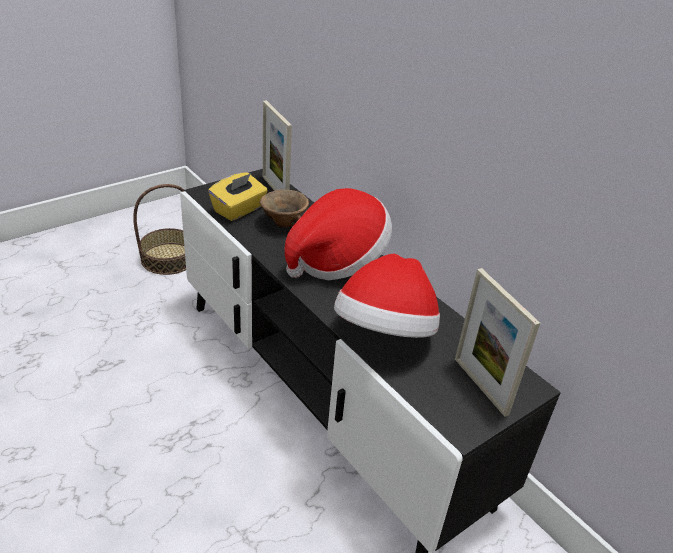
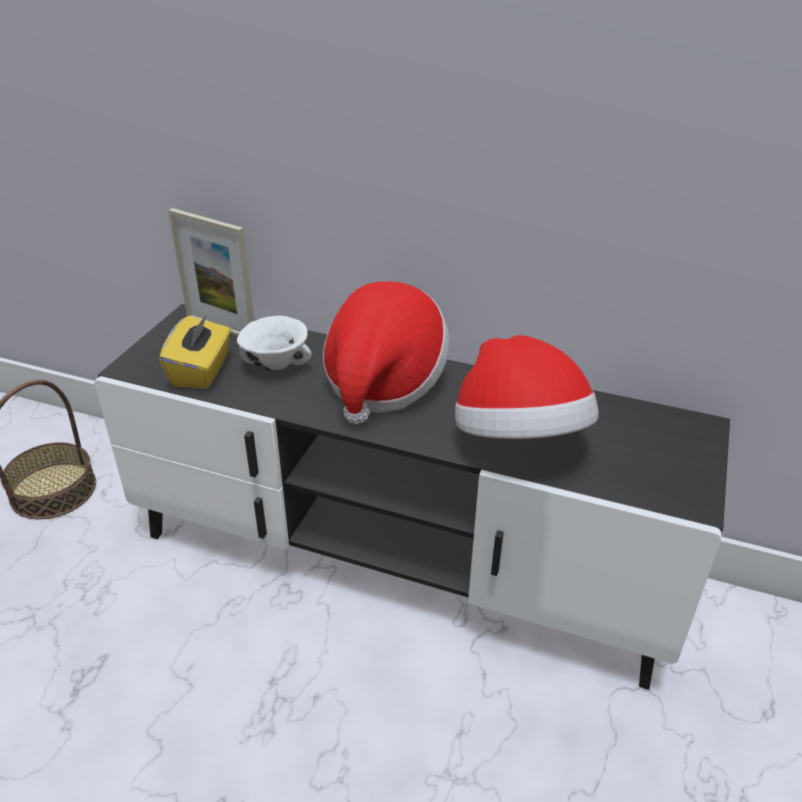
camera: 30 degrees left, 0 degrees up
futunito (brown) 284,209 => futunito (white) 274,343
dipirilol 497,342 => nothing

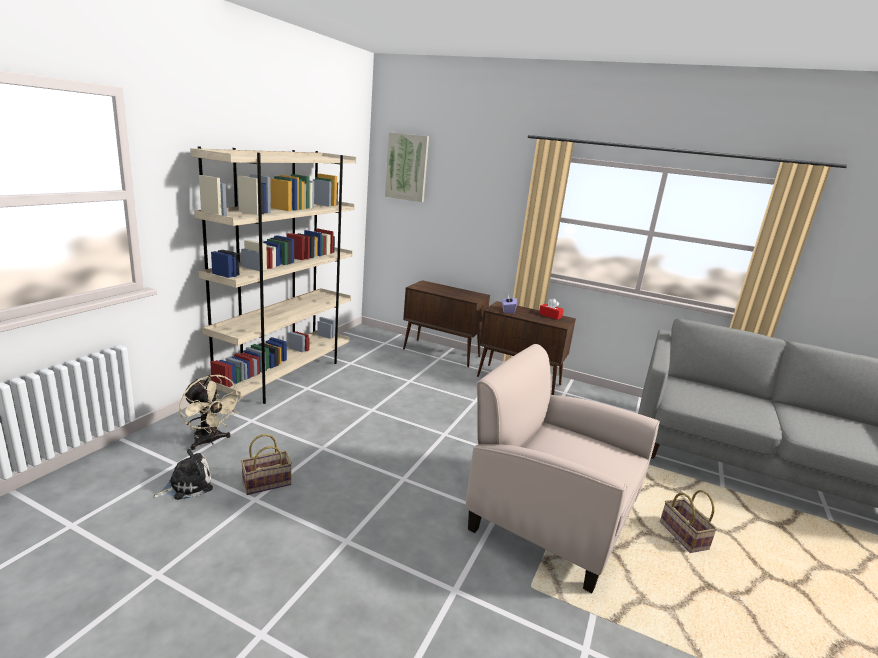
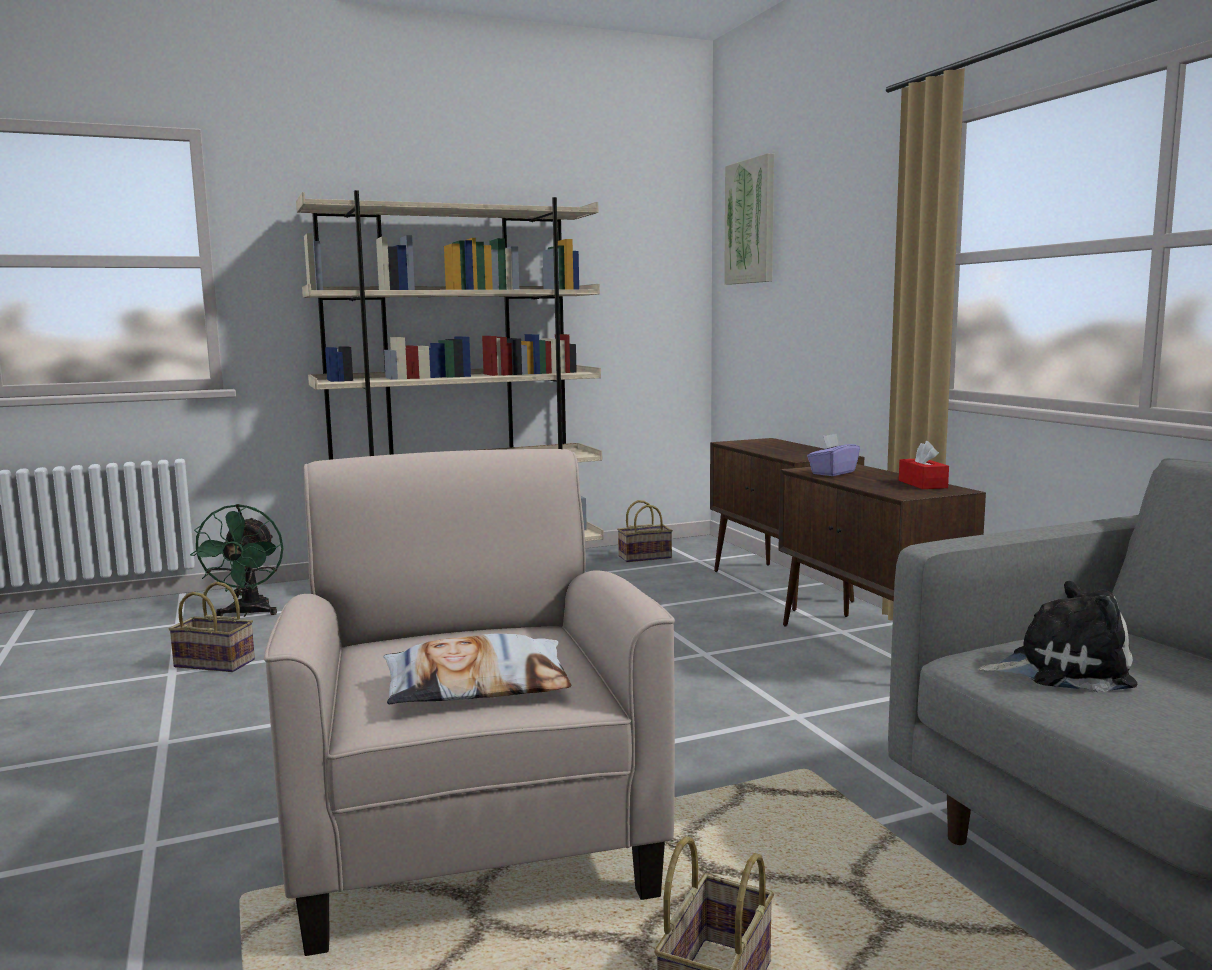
camera: 45 degrees right, 10 degrees down
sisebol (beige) 211,412 => sisebol (green) 237,560
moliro 183,474 => moliro 1058,636, move
nothing => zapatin 645,531
nothing => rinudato 477,668

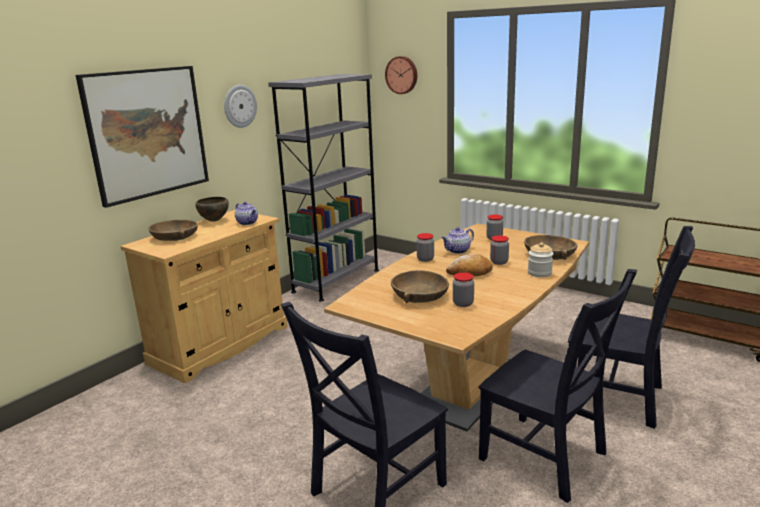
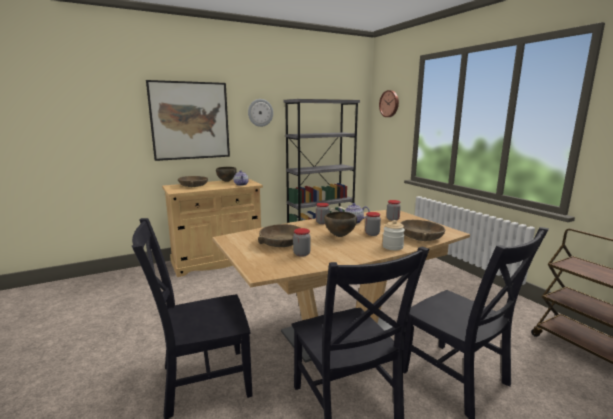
camera: 25 degrees right, 5 degrees down
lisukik 469,265 => futunito (brown) 340,224

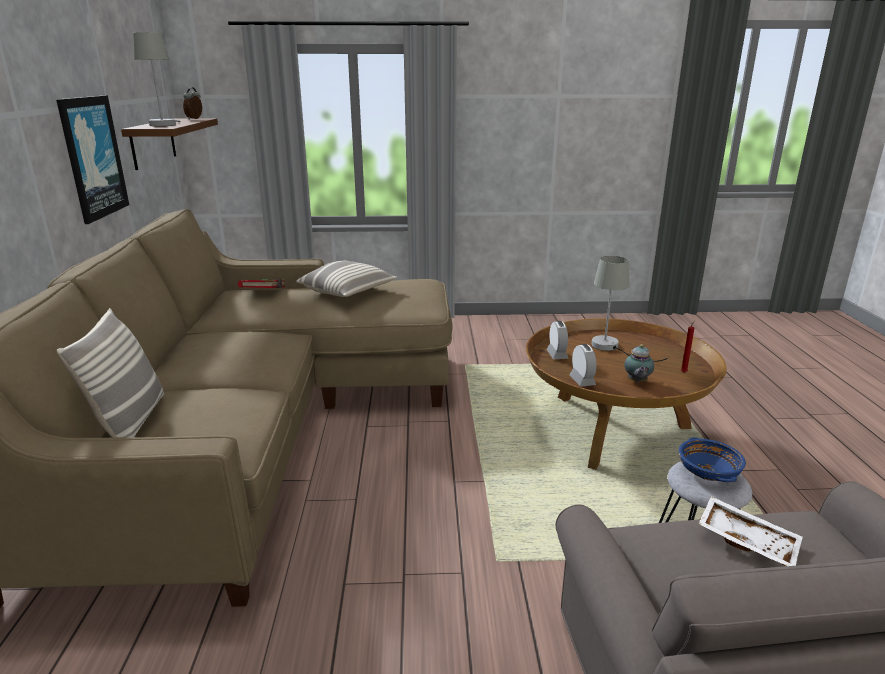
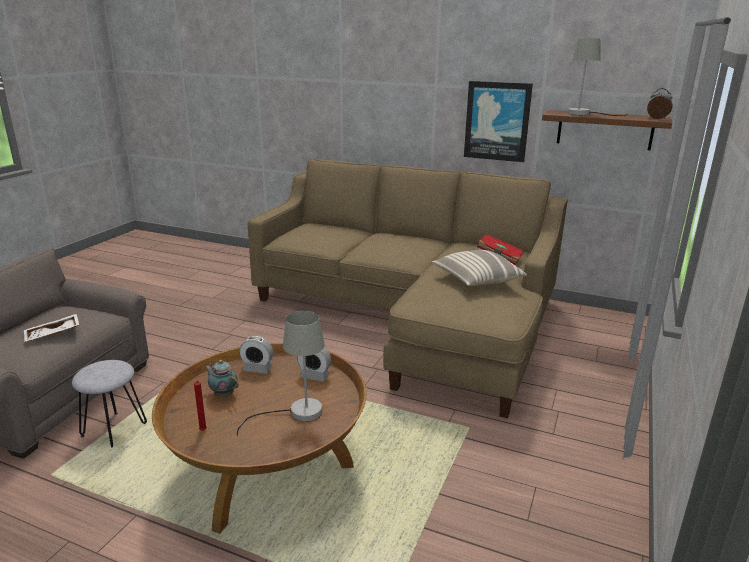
camera: 115 degrees right, 0 degrees up
rinudato 110,373 => nothing
futunito (blue) 712,459 => nothing

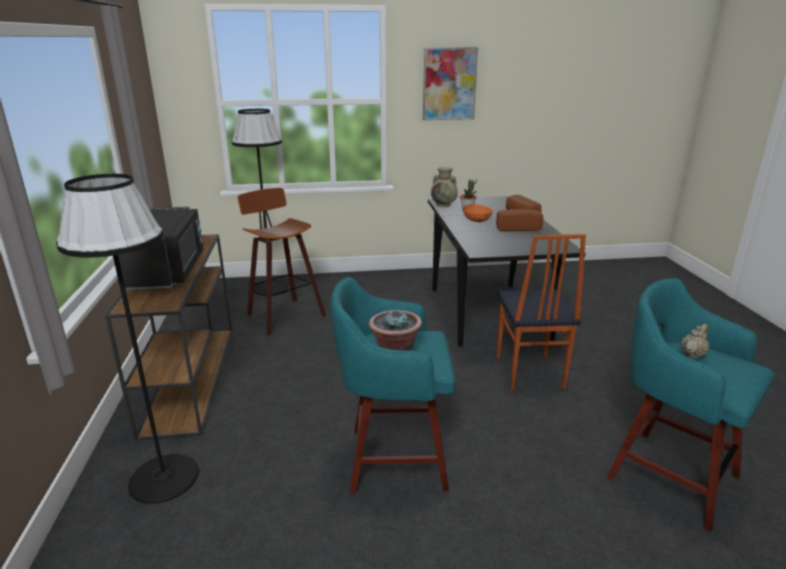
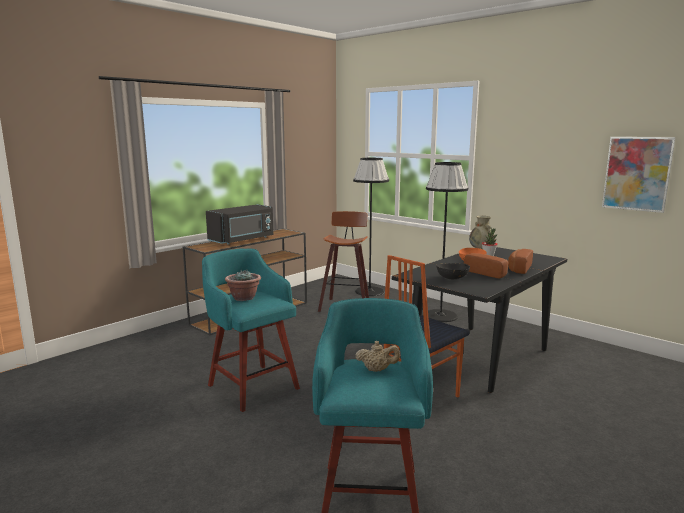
camera: 50 degrees right, 10 degrees down
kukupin 450,83 => kukupin 639,175, move
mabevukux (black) 127,339 => mabevukux (black) 447,242, move
nothing => futunito (black) 453,271

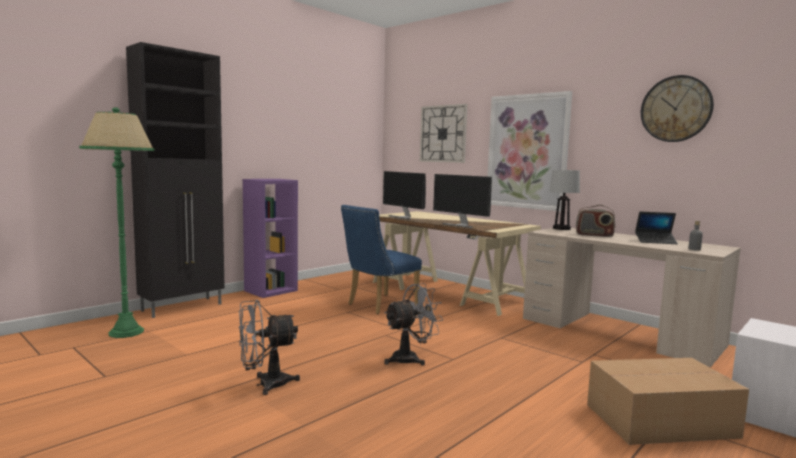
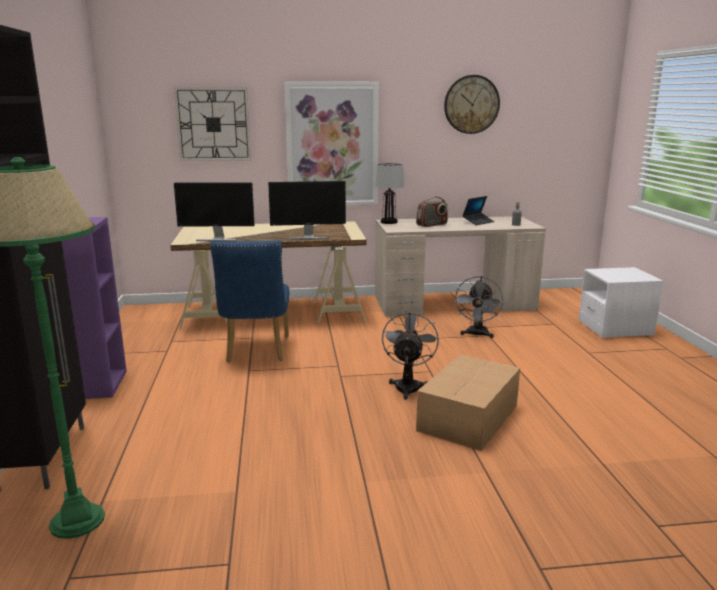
camera: 50 degrees left, 10 degrees up
sisebol (grey) 269,347 => sisebol (grey) 478,307, move
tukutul 668,401 => tukutul 468,402, move

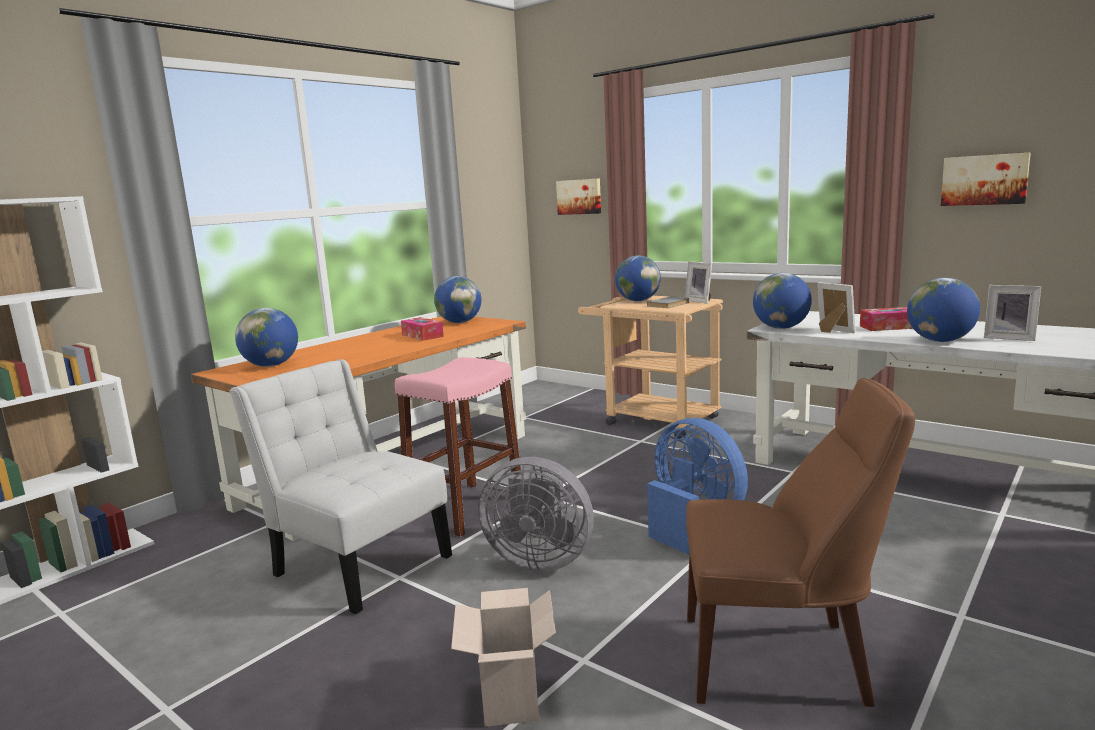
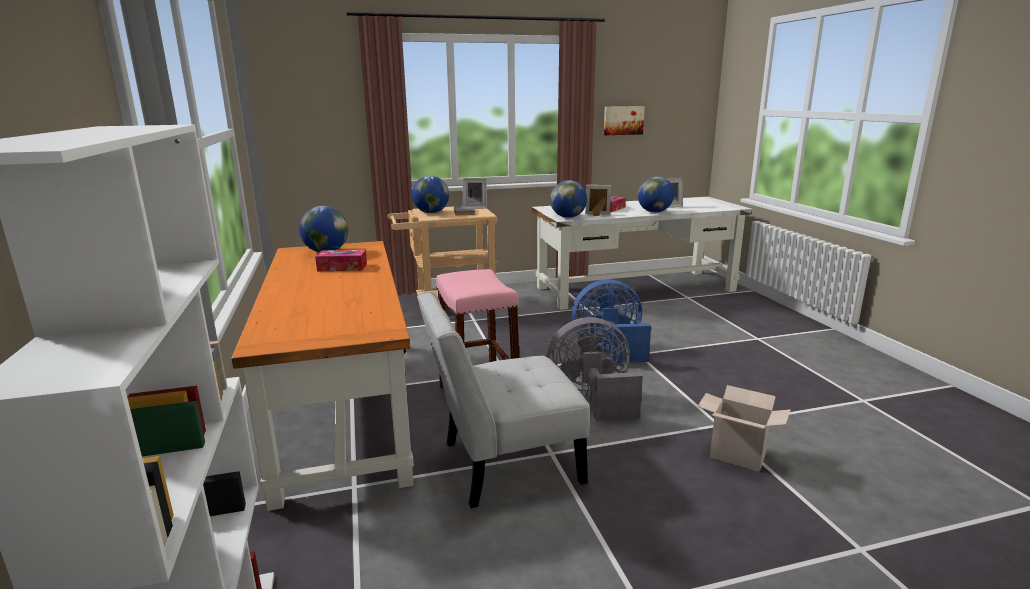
camera: 55 degrees left, 5 degrees up
kukupin 578,196 => nothing
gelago 266,337 => nothing
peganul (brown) 800,542 => nothing
sisebol (grey) 536,514 => sisebol (grey) 594,369, 150 degrees counterclockwise

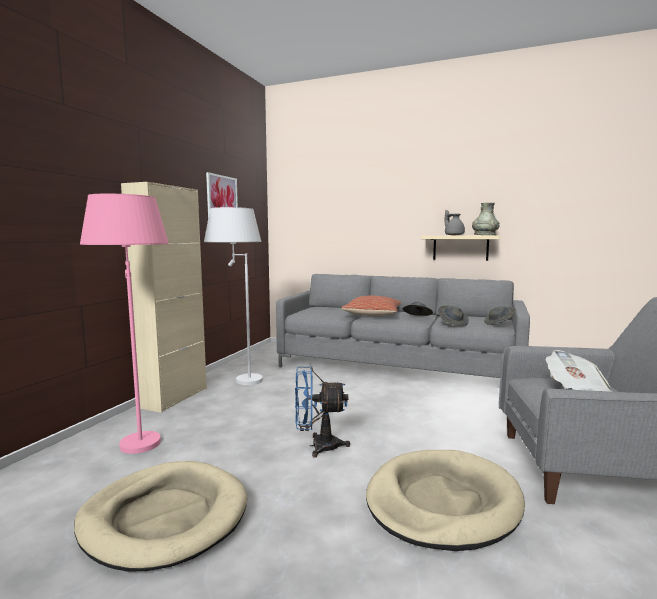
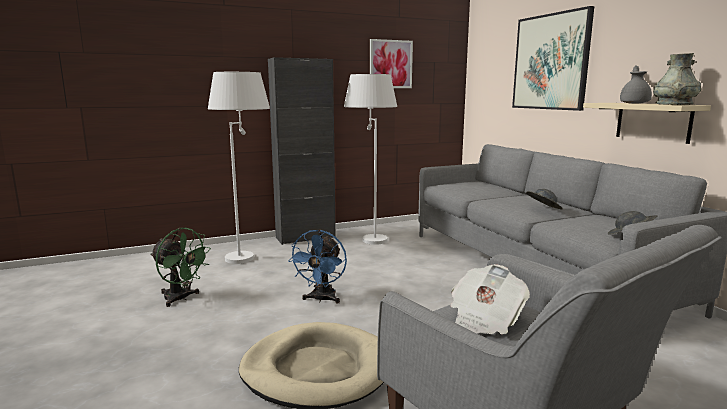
camera: 45 degrees right, 5 degrees up
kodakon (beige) 164,297 => kodakon (black) 302,151
mabevukux (pink) 124,324 => mabevukux (white) 239,168
rinudato 371,306 => nothing
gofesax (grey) 453,315 => nothing
sisebol (blue) 322,411 => sisebol (blue) 317,267, 120 degrees counterclockwise
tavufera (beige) 160,516 => sisebol (green) 180,267
nothing => kukupin 553,58

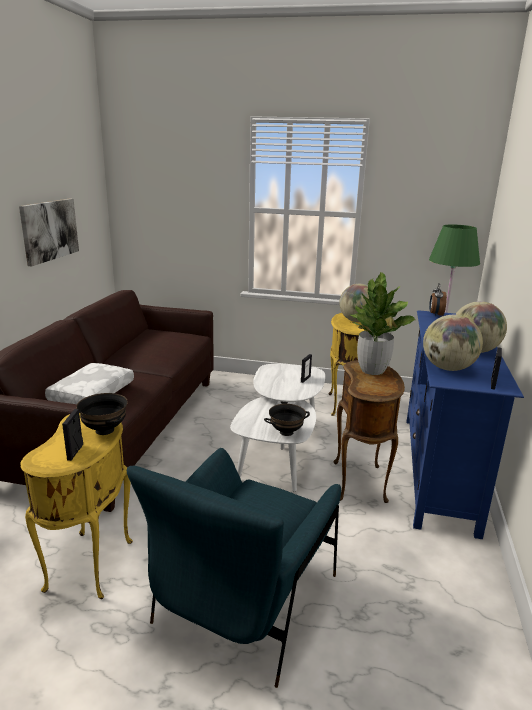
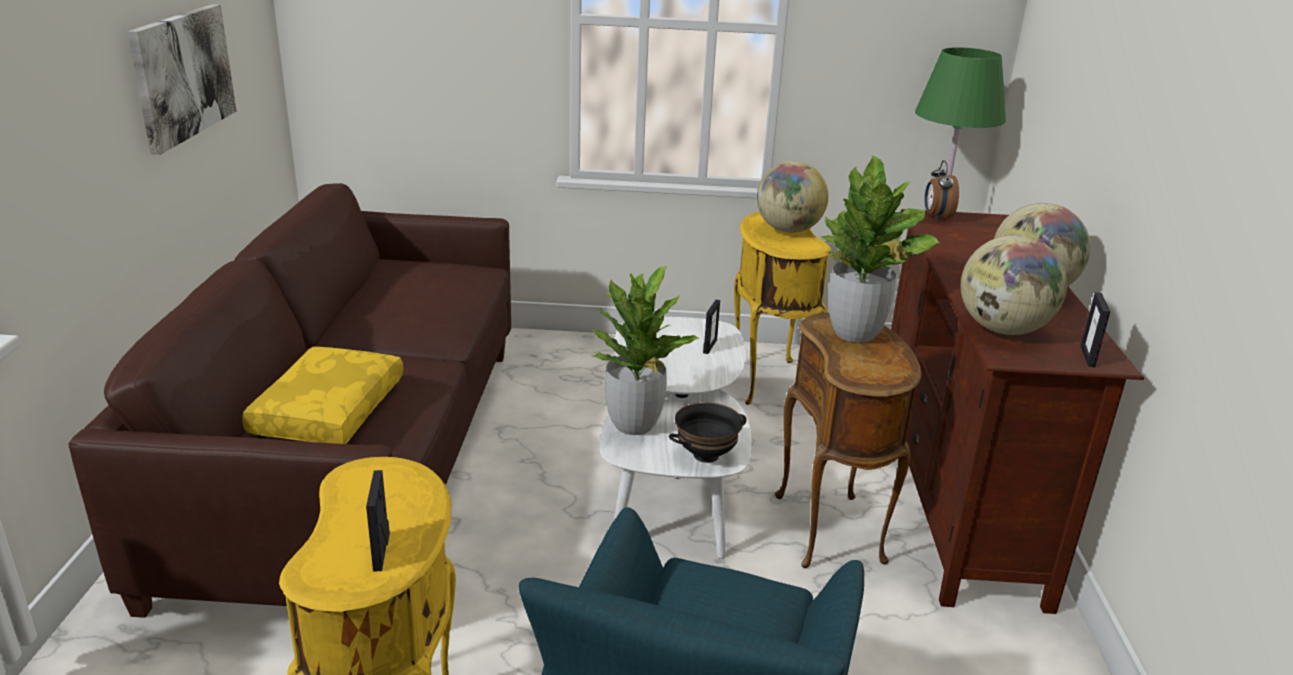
camera: 10 degrees left, 5 degrees up
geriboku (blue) 465,424 => geriboku (brown) 1017,411
rinudato (white) 89,383 => rinudato (yellow) 322,395
futunito (black) 102,414 => nothing
nothing => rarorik 644,350

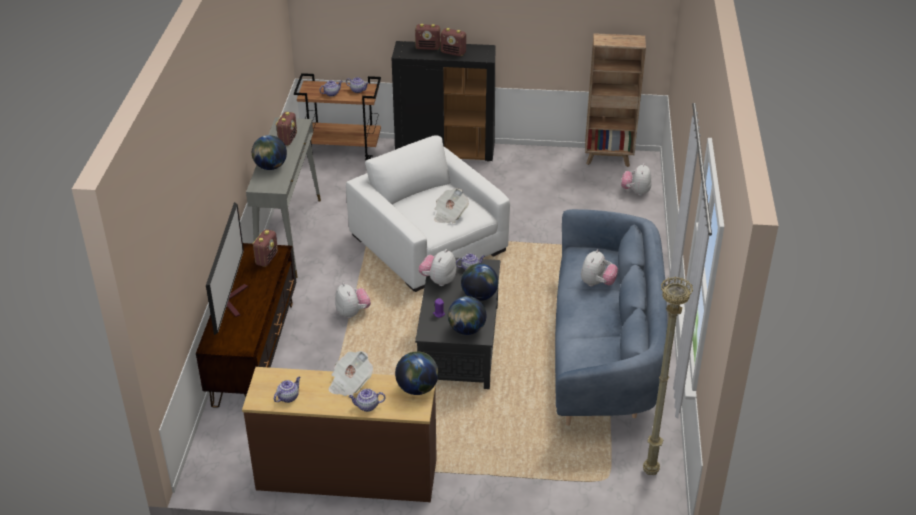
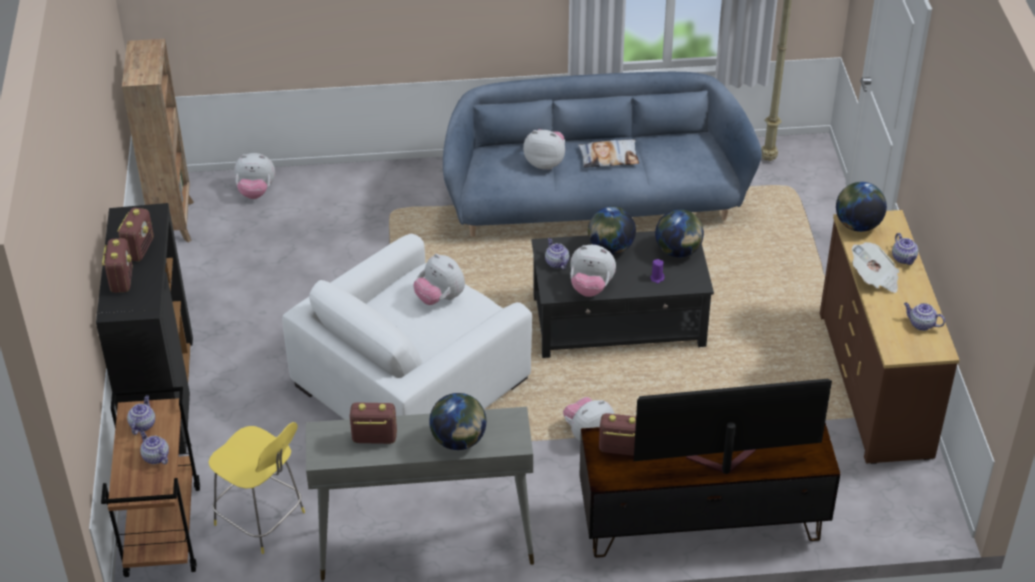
camera: 100 degrees left, 5 degrees up
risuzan 451,205 => moliro 439,279
nothing => rinudato 608,153
nothing => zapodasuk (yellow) 256,488

